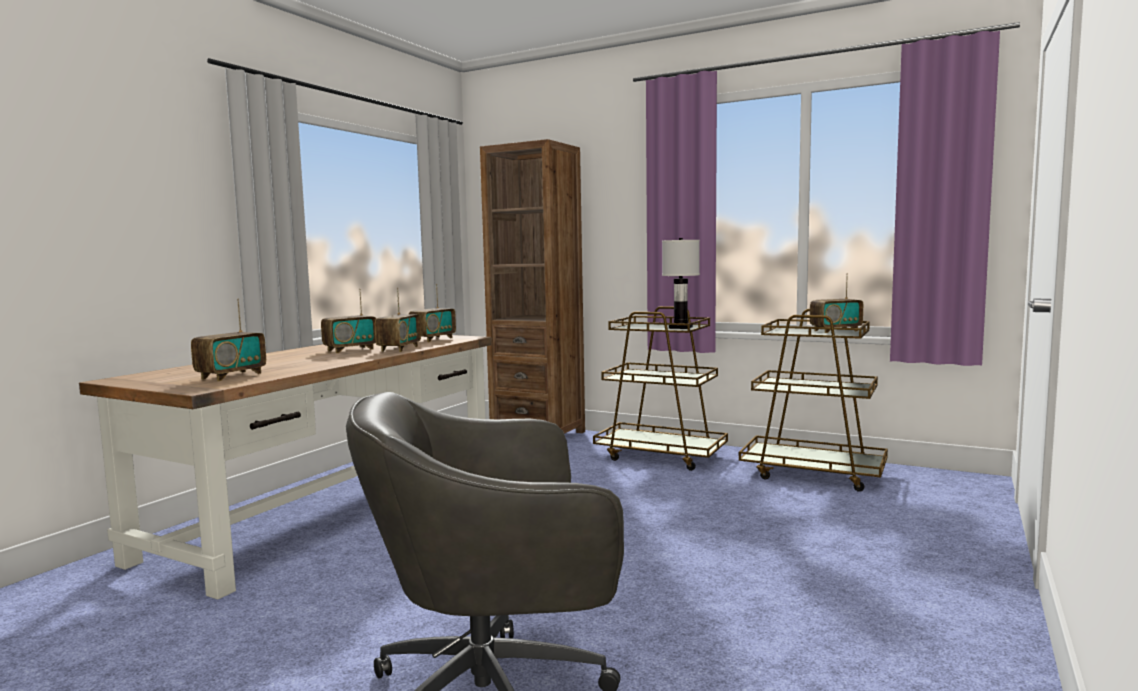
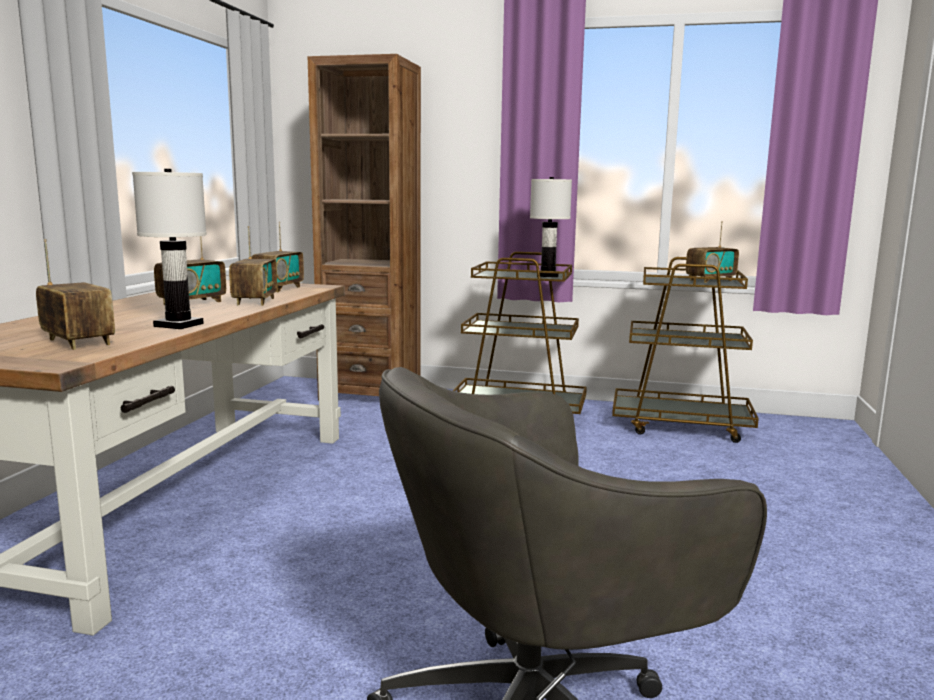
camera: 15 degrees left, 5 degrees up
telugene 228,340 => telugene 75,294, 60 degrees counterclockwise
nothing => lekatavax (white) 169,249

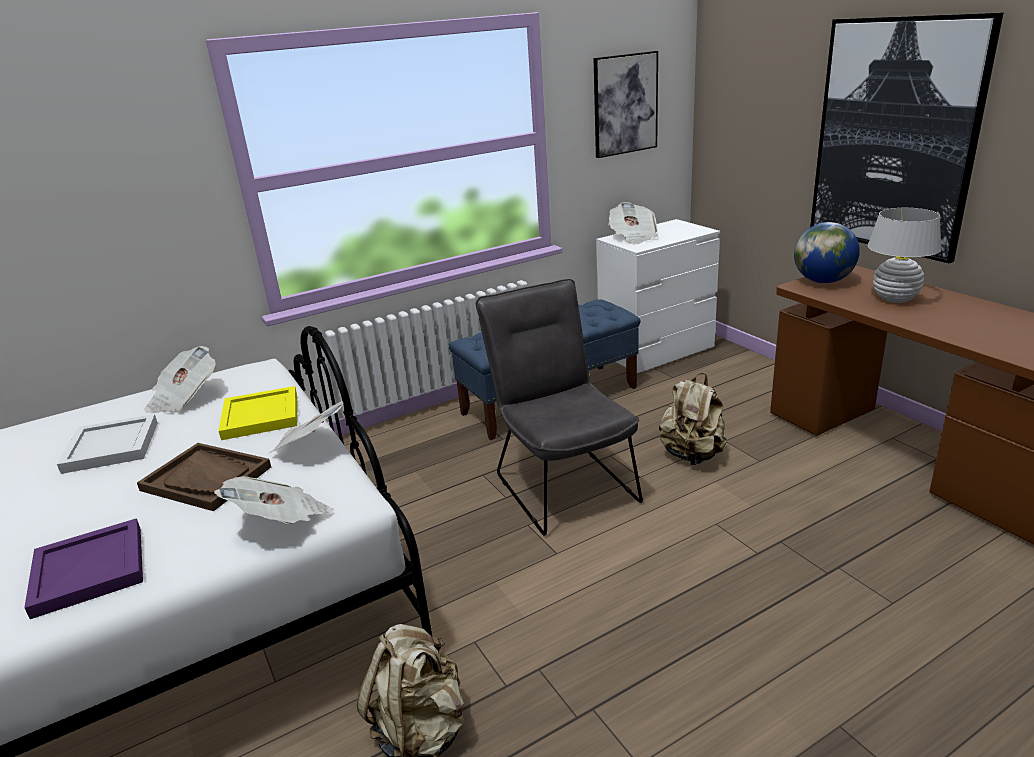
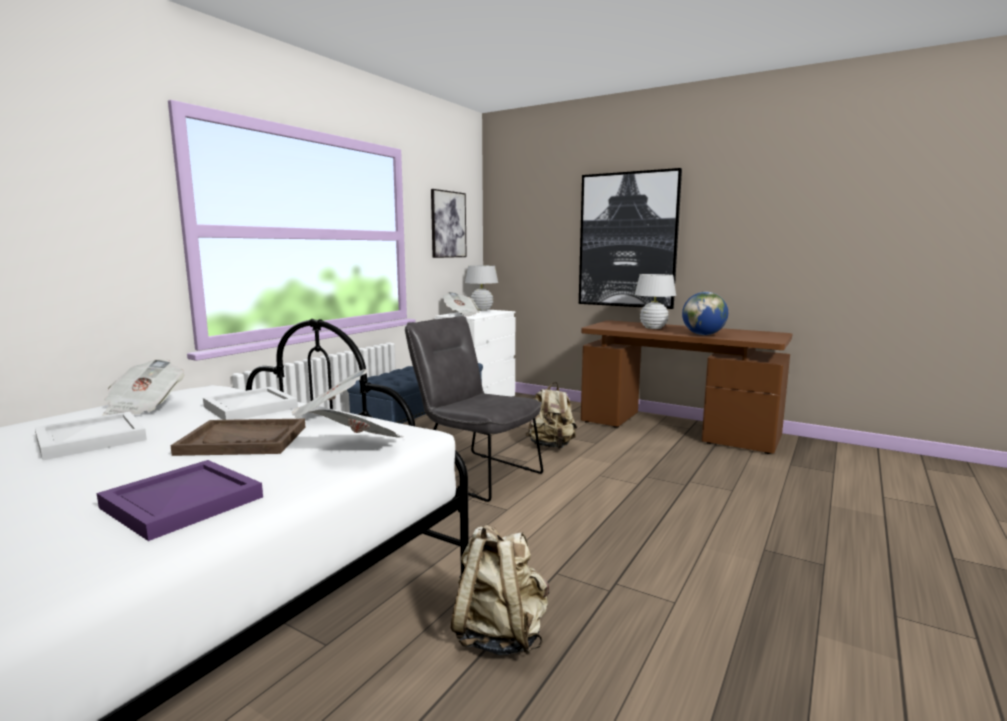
camera: 30 degrees left, 15 degrees down
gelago 827,252 => gelago 705,313, move
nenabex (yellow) 258,413 => nenabex (white) 250,403
nothing => lekatavax (white) 481,288

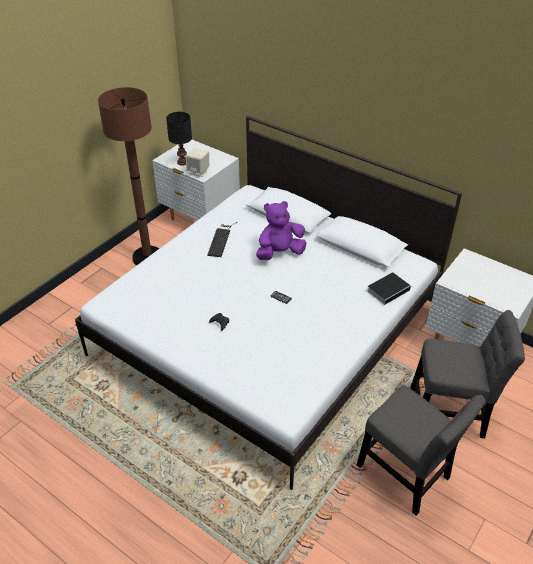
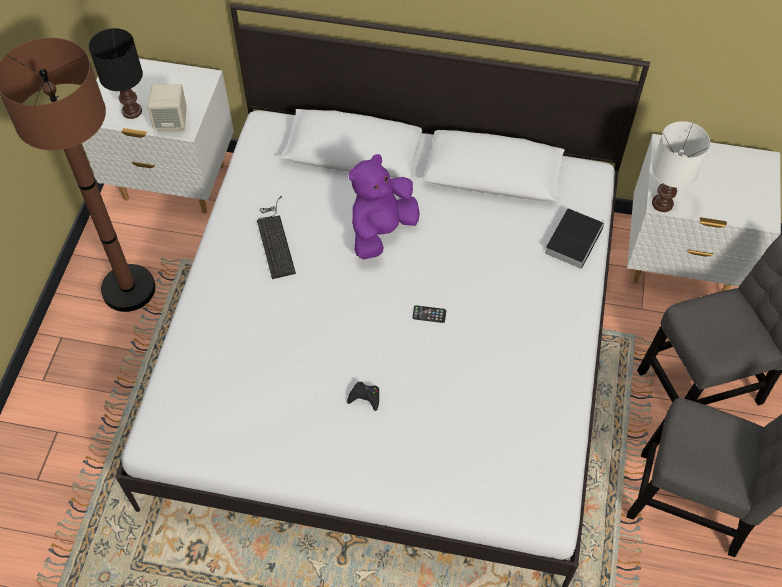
camera: 25 degrees left, 15 degrees up
nothing => lekatavax (white) 681,166

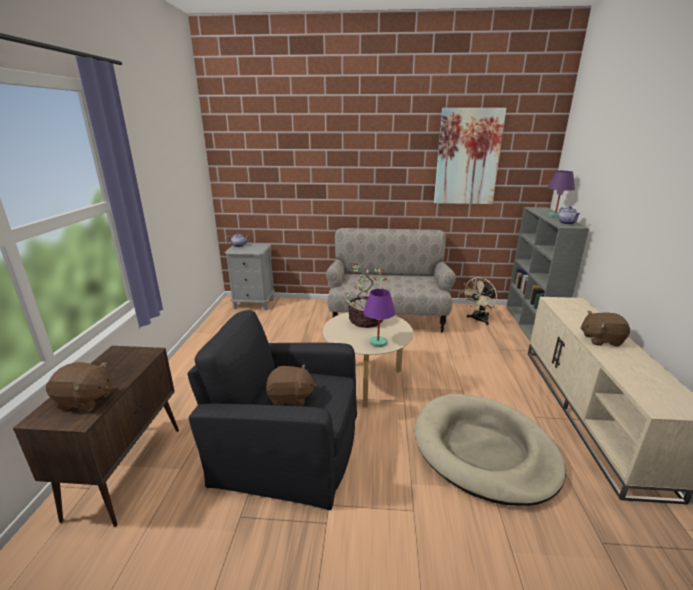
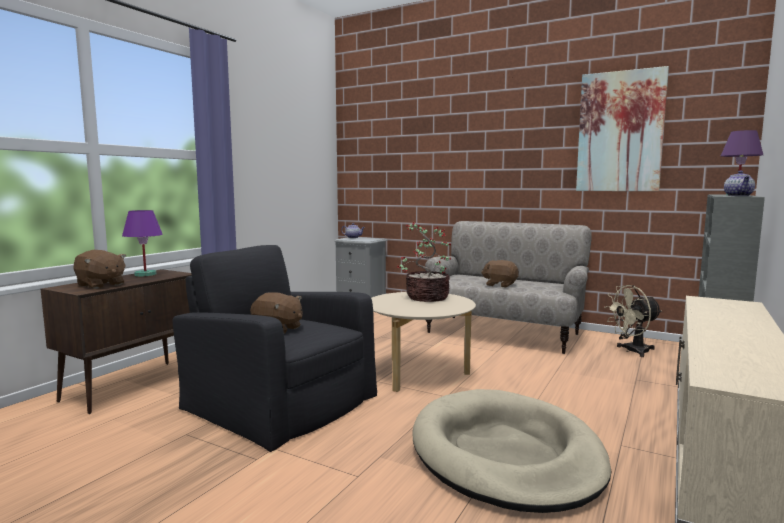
camera: 25 degrees right, 15 degrees down
lekatavax (purple) 379,318 => lekatavax (purple) 142,243, move
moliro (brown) 605,328 => moliro (brown) 500,274, move

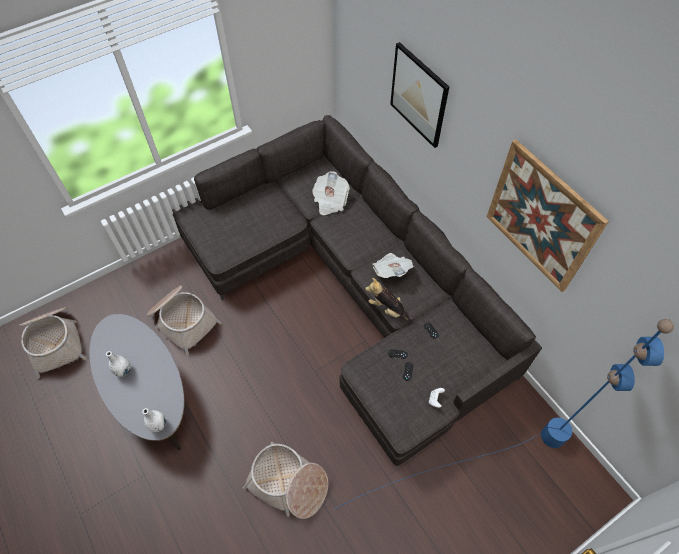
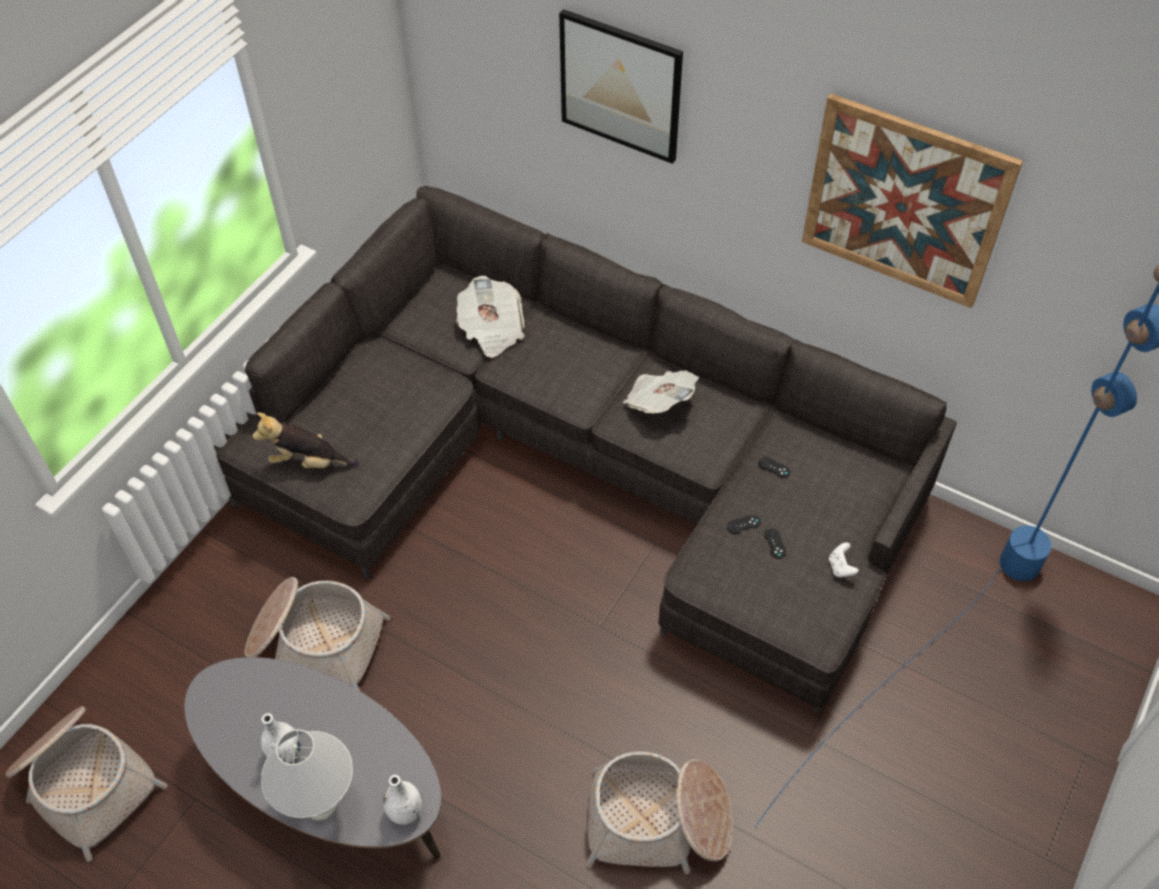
camera: 25 degrees left, 5 degrees down
moliro 389,300 => moliro 306,441, move
nothing => lekatavax (white) 307,775

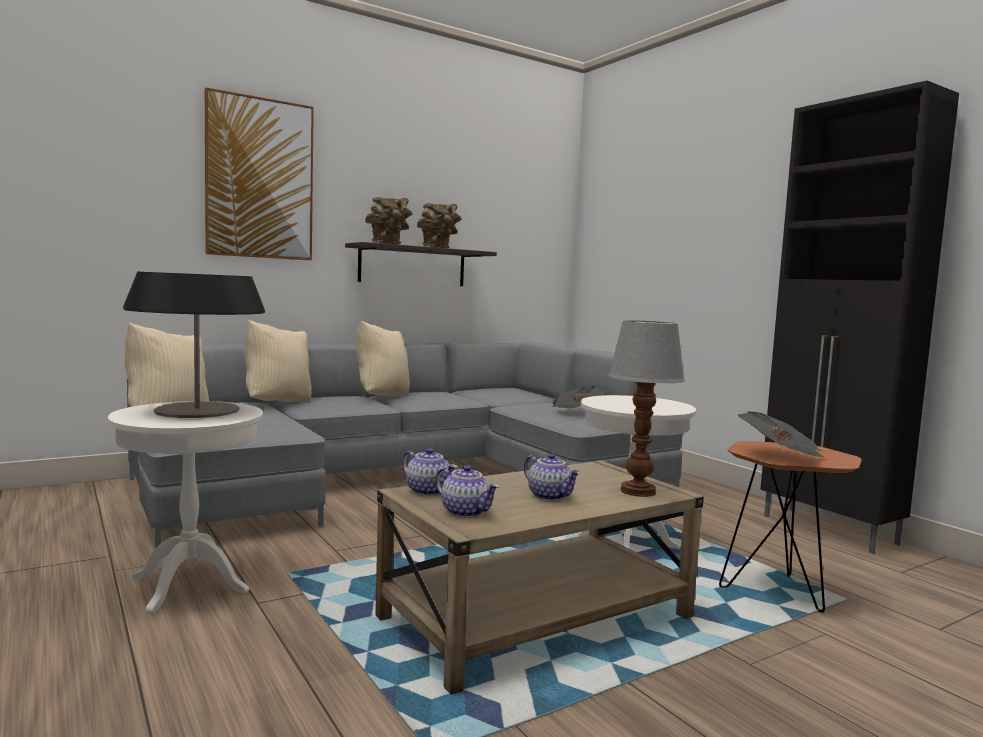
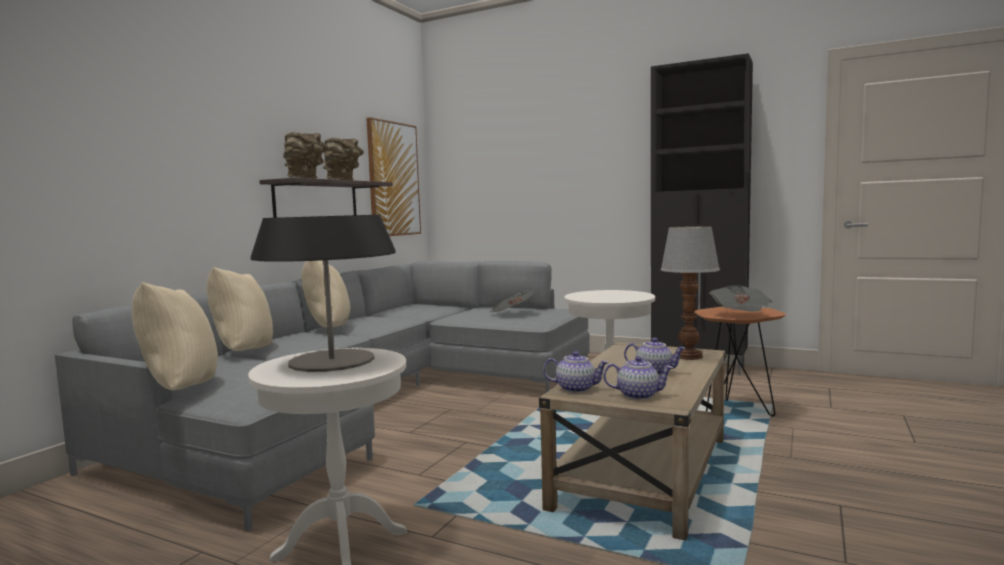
camera: 30 degrees left, 0 degrees up
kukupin 259,174 => kukupin 393,176, move

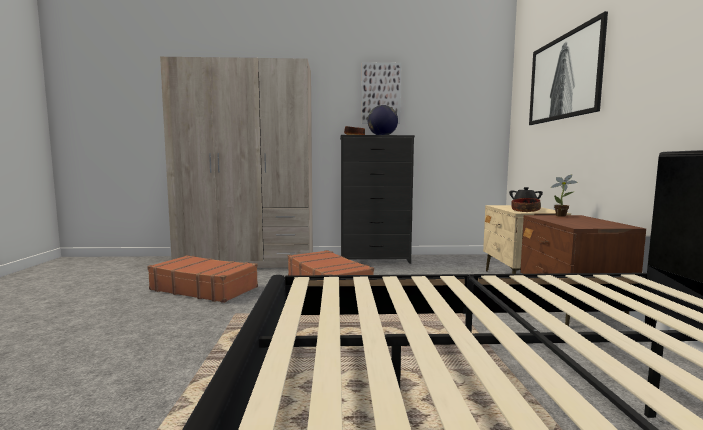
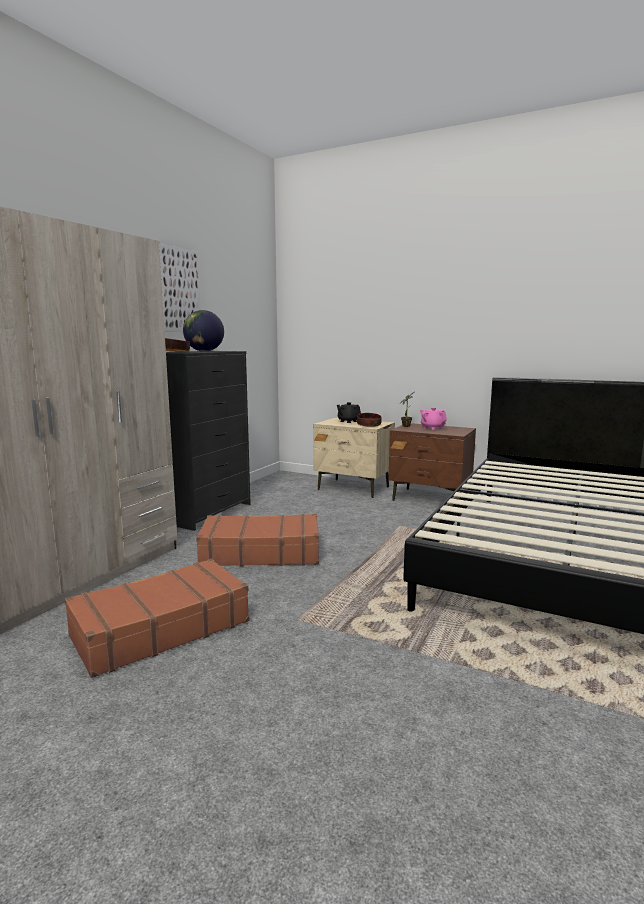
camera: 60 degrees left, 5 degrees up
kukupin 568,68 => nothing
nothing => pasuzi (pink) 433,418

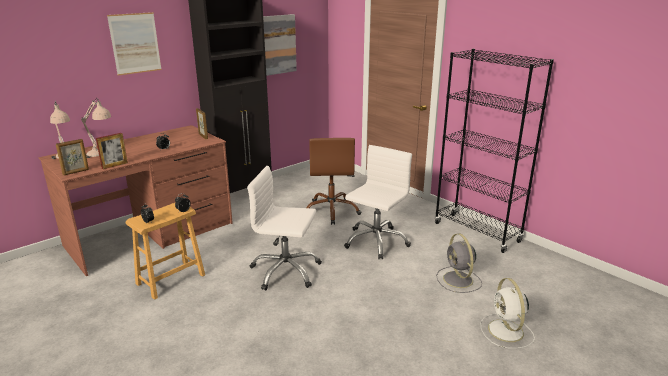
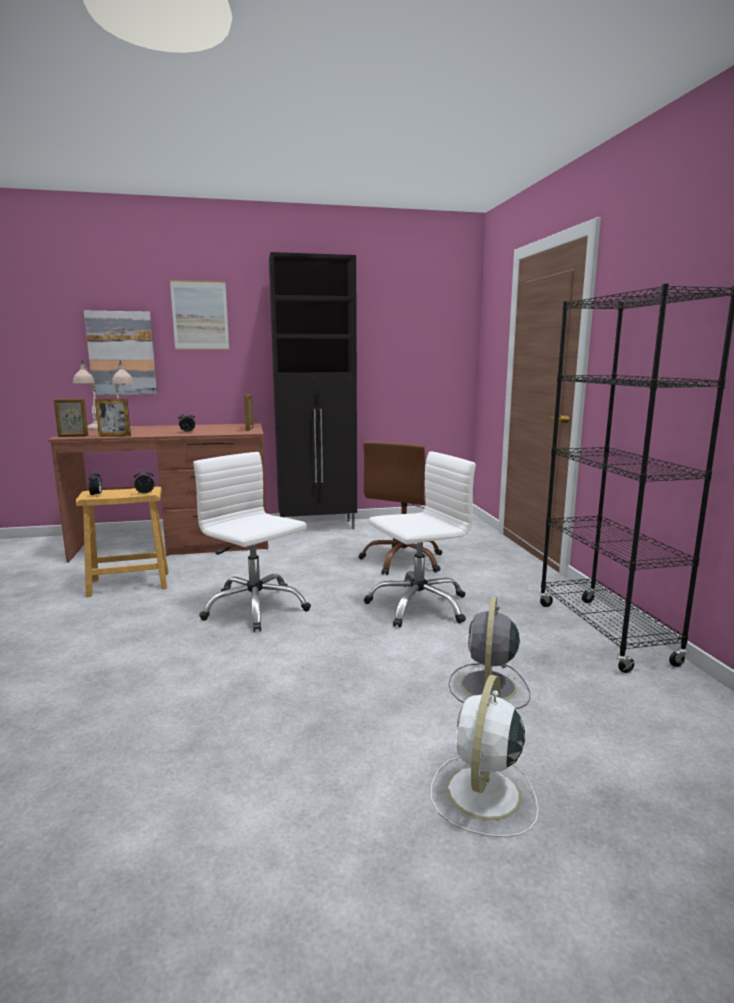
camera: 30 degrees right, 10 degrees down
kukupin 280,45 => kukupin 120,353, move

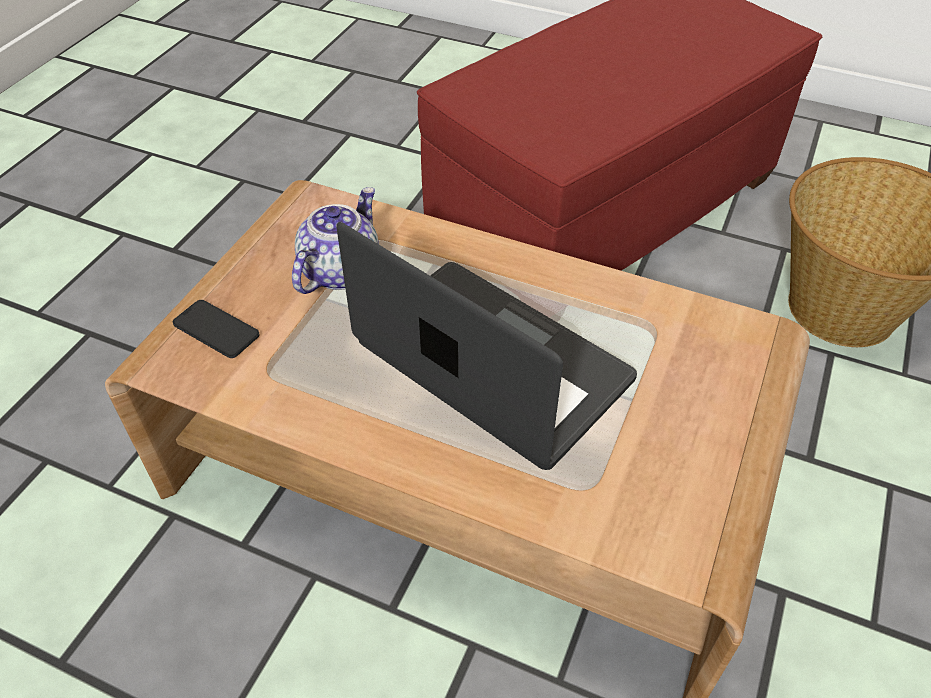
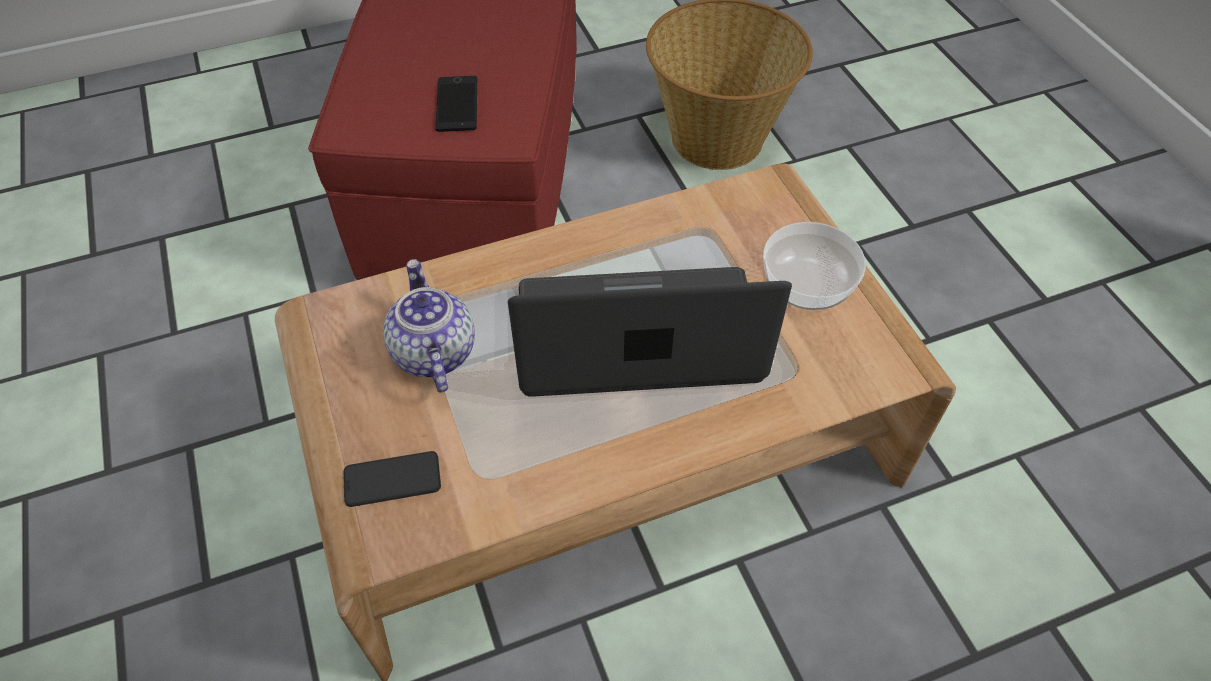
camera: 45 degrees left, 5 degrees up
nothing => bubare 456,104
nothing => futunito 814,266

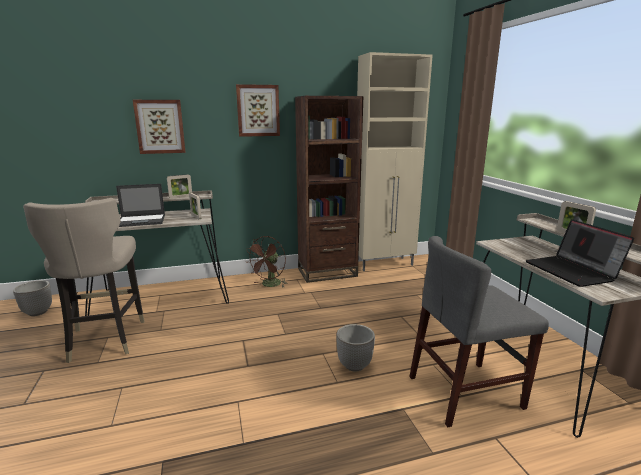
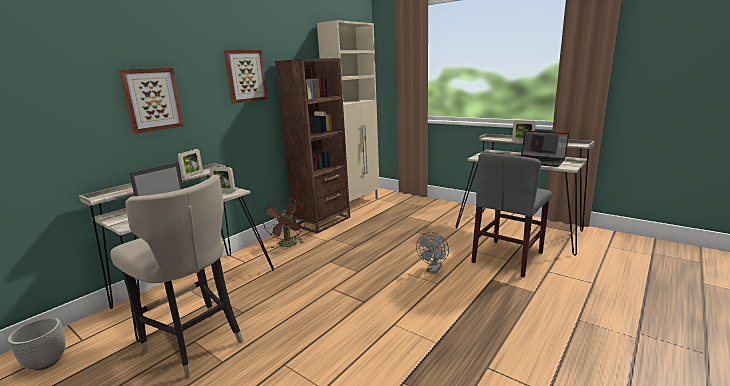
camera: 35 degrees left, 0 degrees up
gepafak 355,347 => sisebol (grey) 432,253

